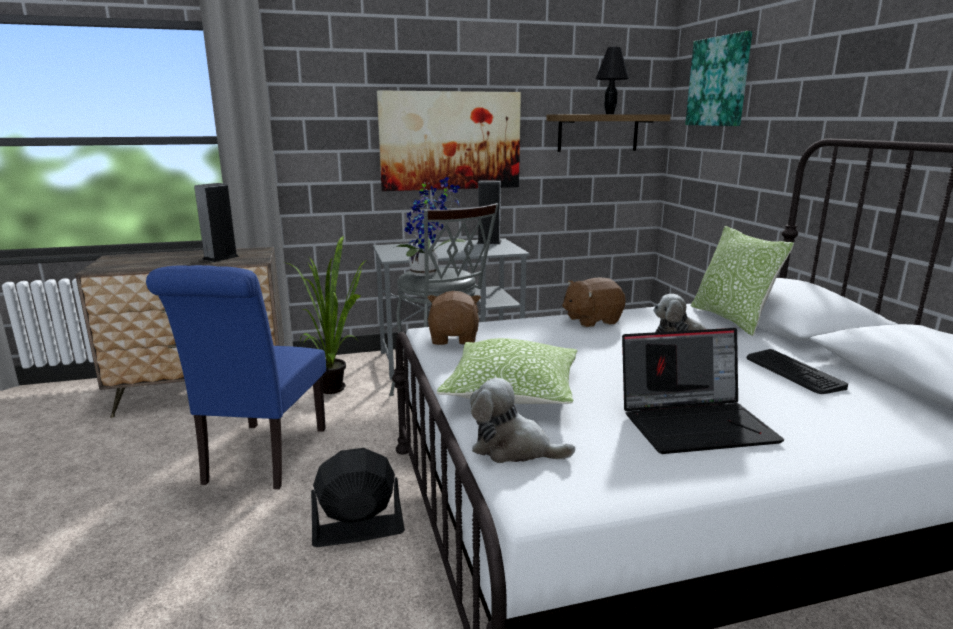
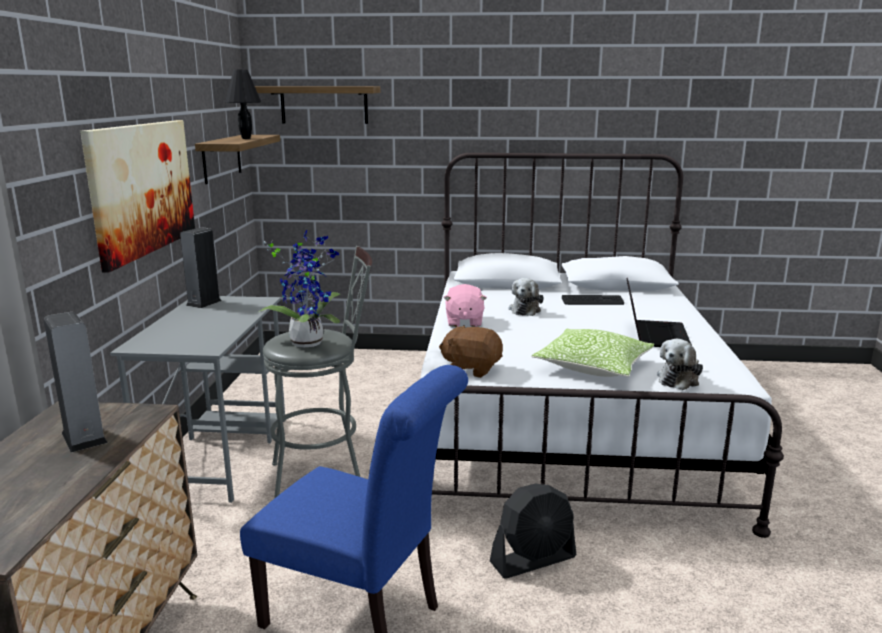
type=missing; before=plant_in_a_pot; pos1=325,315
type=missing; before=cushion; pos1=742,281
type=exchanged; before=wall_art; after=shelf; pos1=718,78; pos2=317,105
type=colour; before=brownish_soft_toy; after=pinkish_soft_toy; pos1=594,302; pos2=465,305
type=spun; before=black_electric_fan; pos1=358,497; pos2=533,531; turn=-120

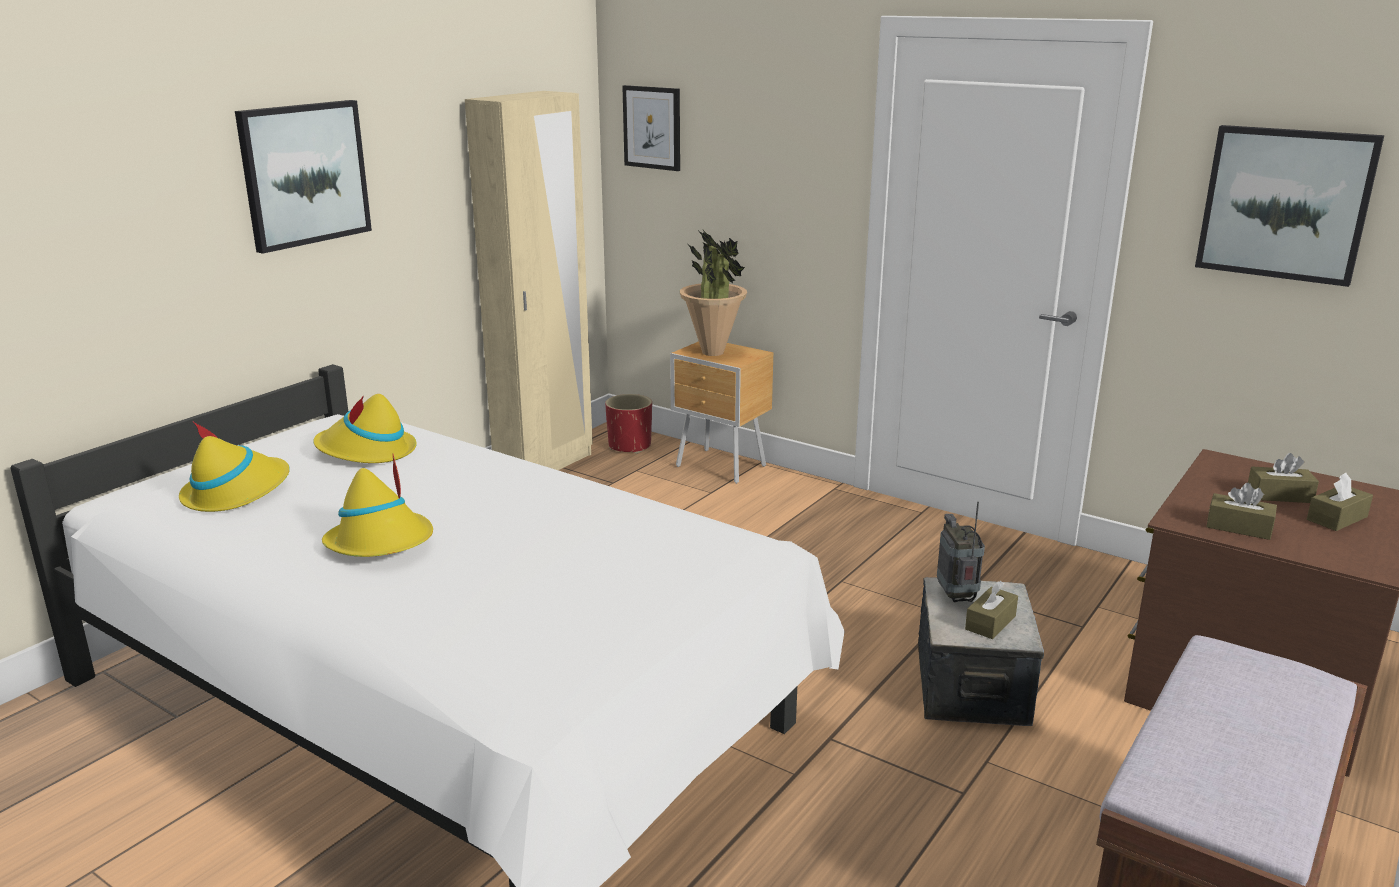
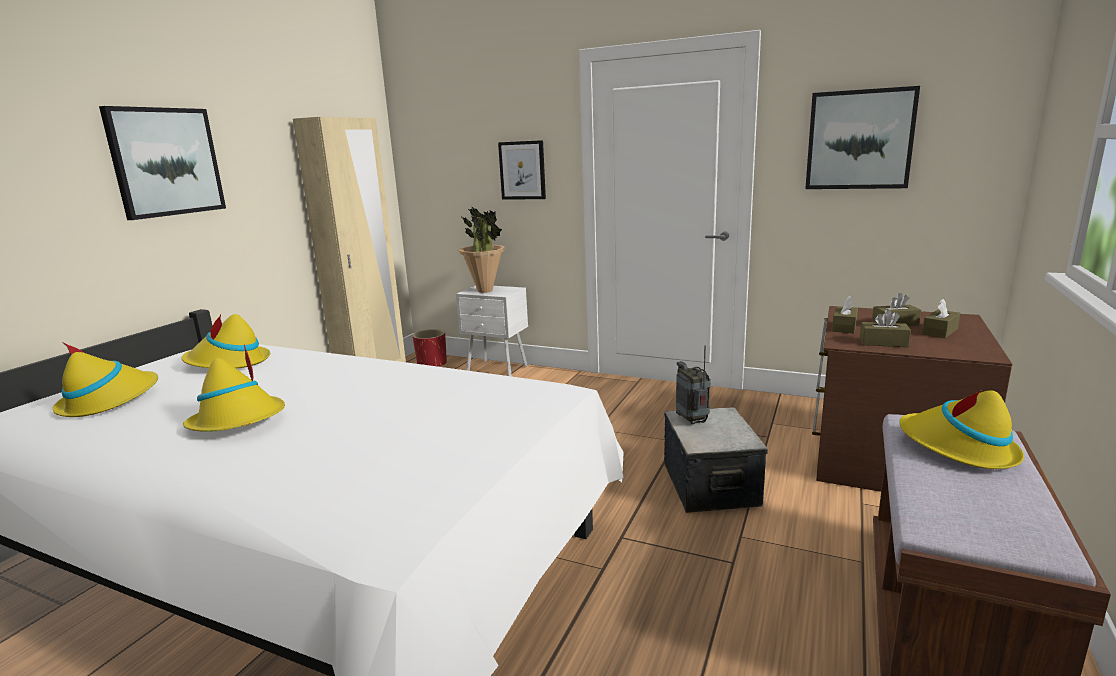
type=appeared; after=yellow_clothing_hat; pos2=961,429
type=relocated; before=wall_art; pos1=651,128; pos2=522,169
type=relocated; before=brownish_tissue_box; pos1=991,610; pos2=845,314
type=colour; before=brownish_night_table; after=whitish_night_table; pos1=722,412; pos2=492,331

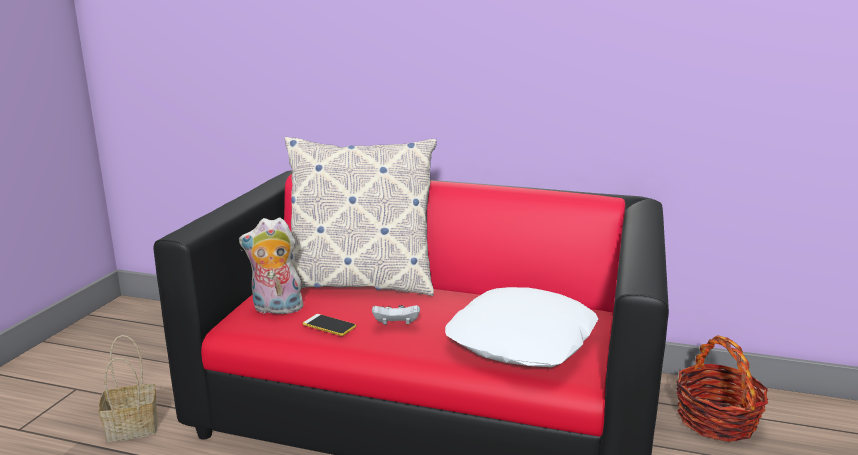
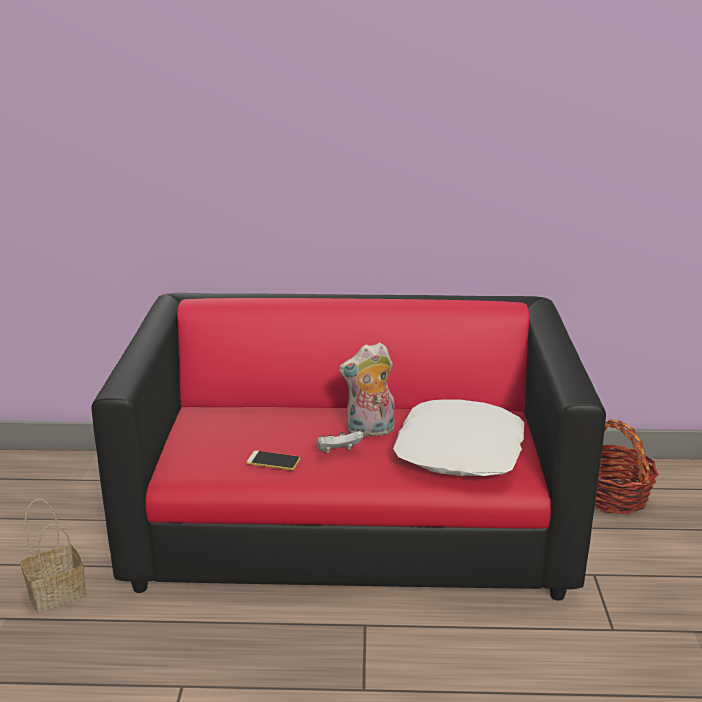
type=missing; before=cushion; pos1=361,216
type=relocated; before=soft_toy; pos1=271,265; pos2=366,389

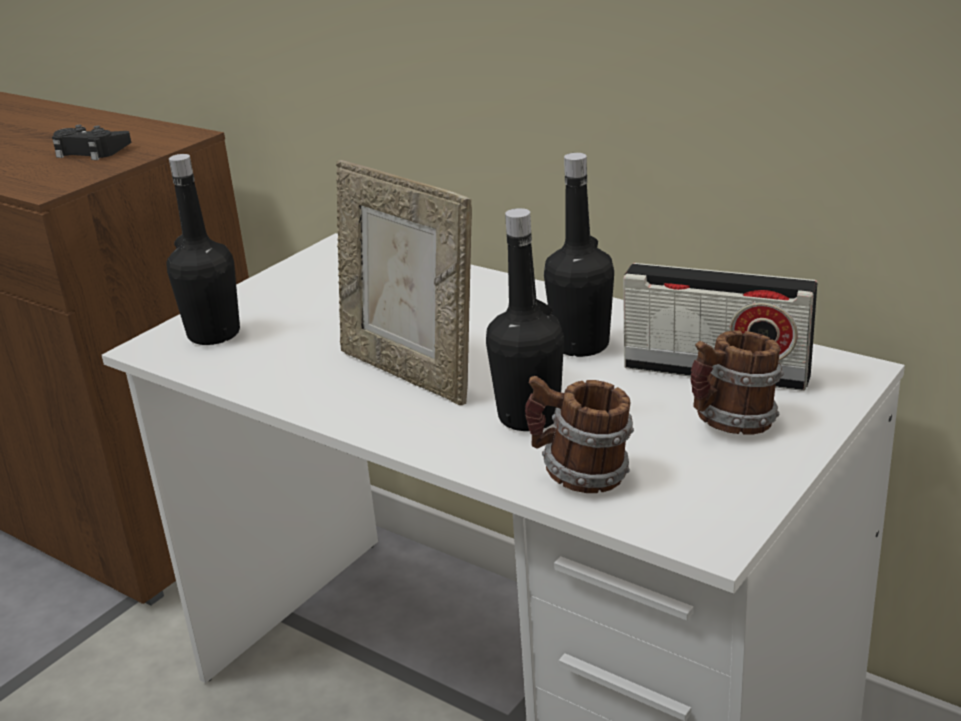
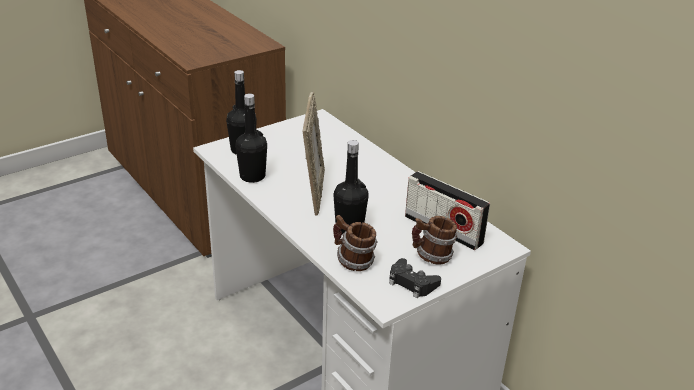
type=relocated; before=black_joypad; pos1=91,142; pos2=415,278
type=relocated; before=black_bottle; pos1=579,255; pos2=251,138
type=spun; before=photo_frame; pos1=404,282; pos2=314,154; turn=-150

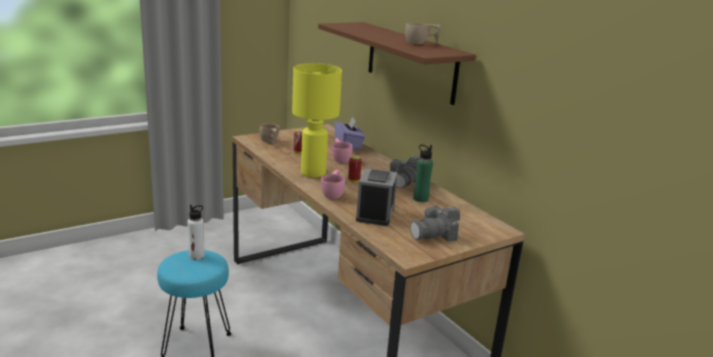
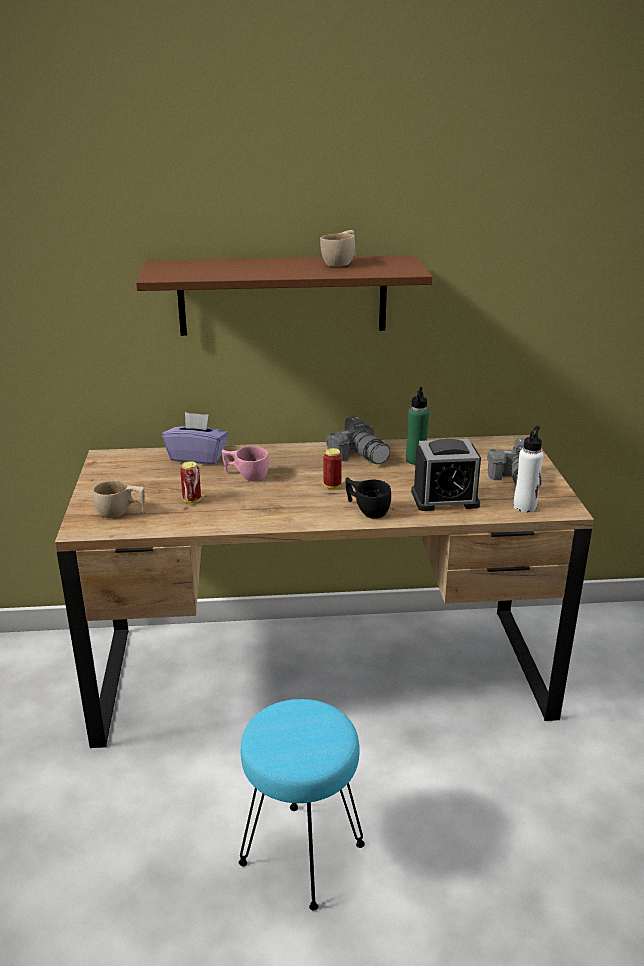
type=missing; before=yellow_tabletop_lamp; pos1=317,120
type=relocated; before=whitish_bottle; pos1=196,232; pos2=528,469
type=colour; before=pinkish_drinking_cup; after=black_drinking_cup; pos1=333,184; pos2=368,498
type=spun; before=table_clock; pos1=377,197; pos2=446,475; turn=135

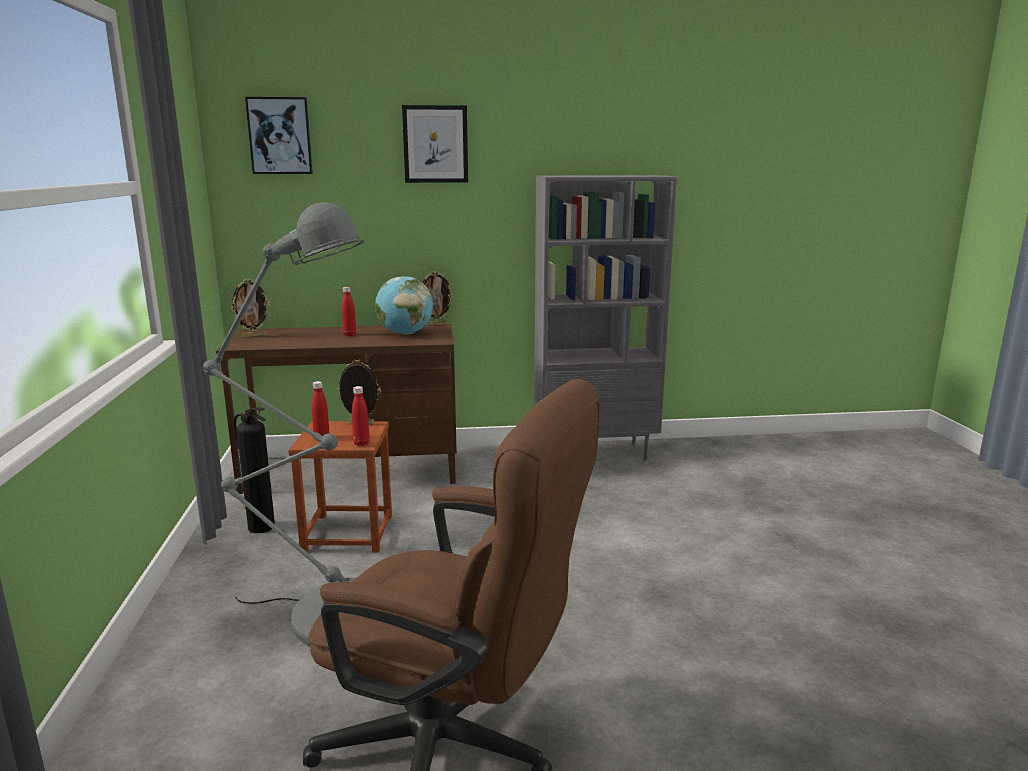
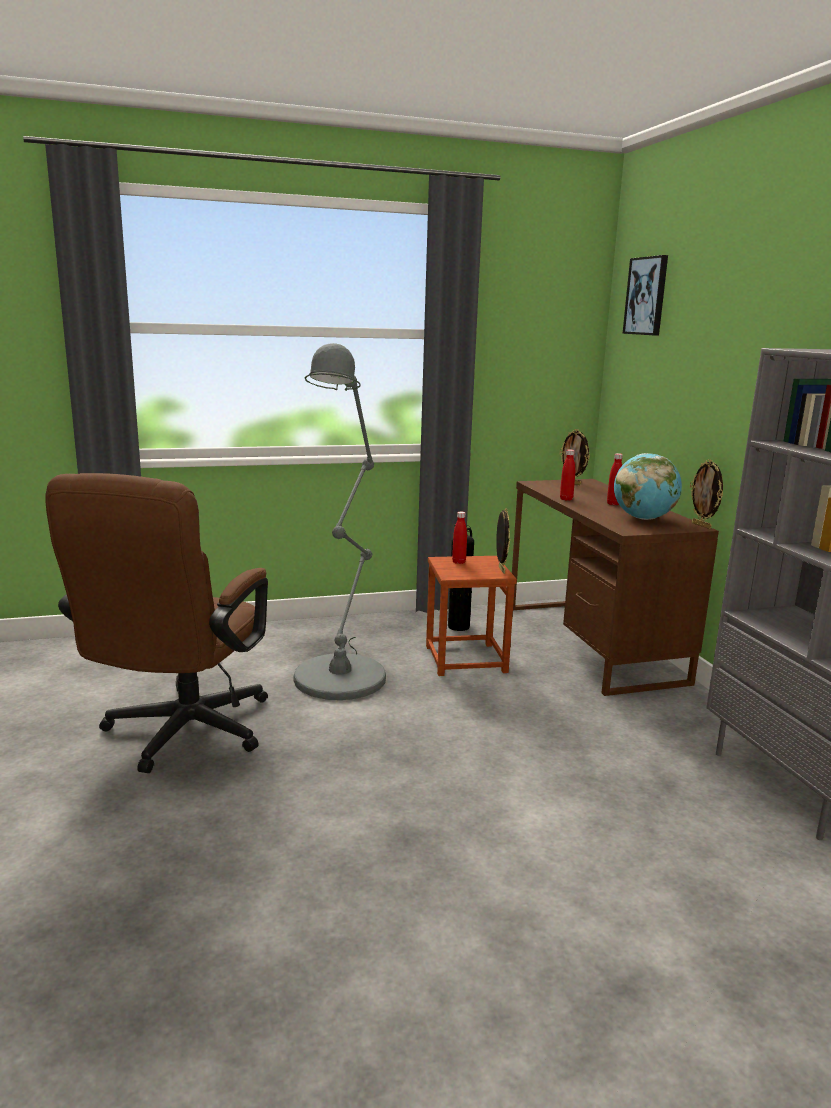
type=missing; before=wall_art; pos1=435,144
type=relocated; before=red_bottle; pos1=361,416; pos2=567,475

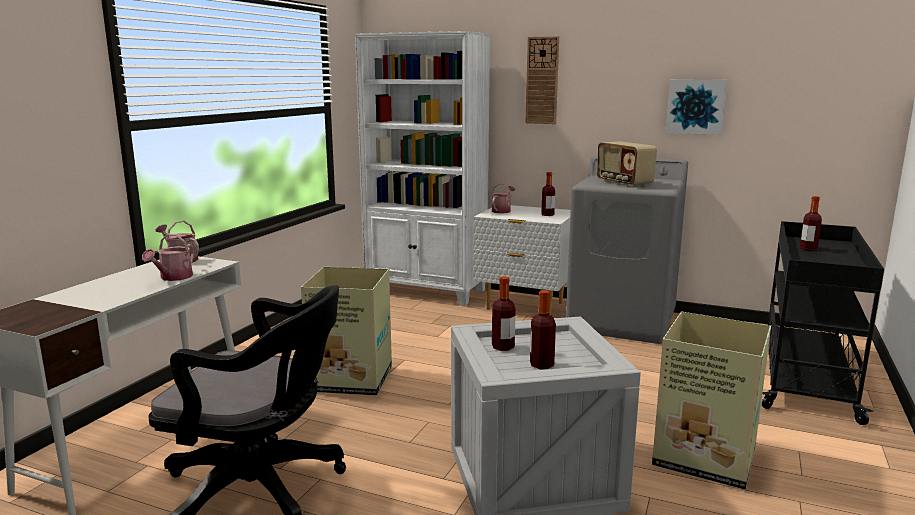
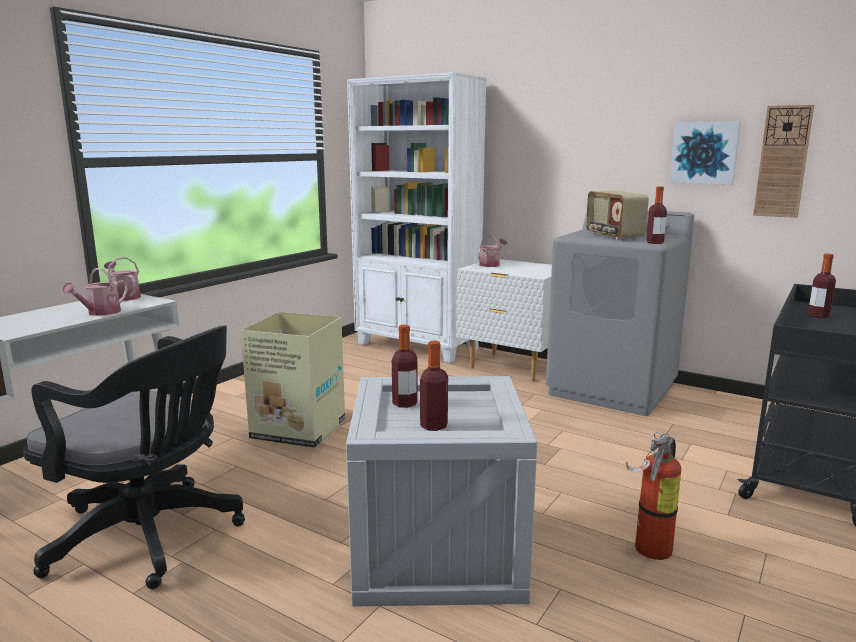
type=relocated; before=hanging_clock; pos1=542,80; pos2=783,161
type=relocated; before=bottle; pos1=548,194; pos2=656,215
type=exchanged; before=cardboard_box; after=fire_extinguisher; pos1=711,401; pos2=653,496

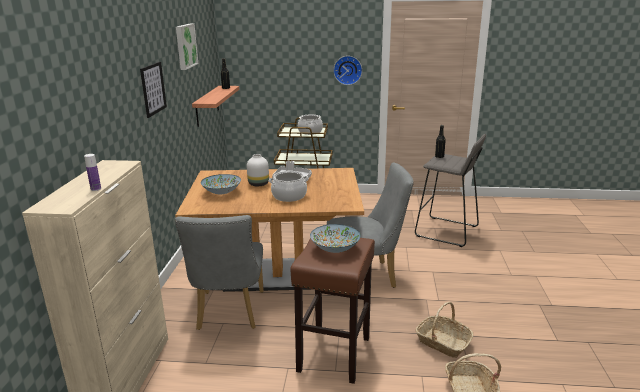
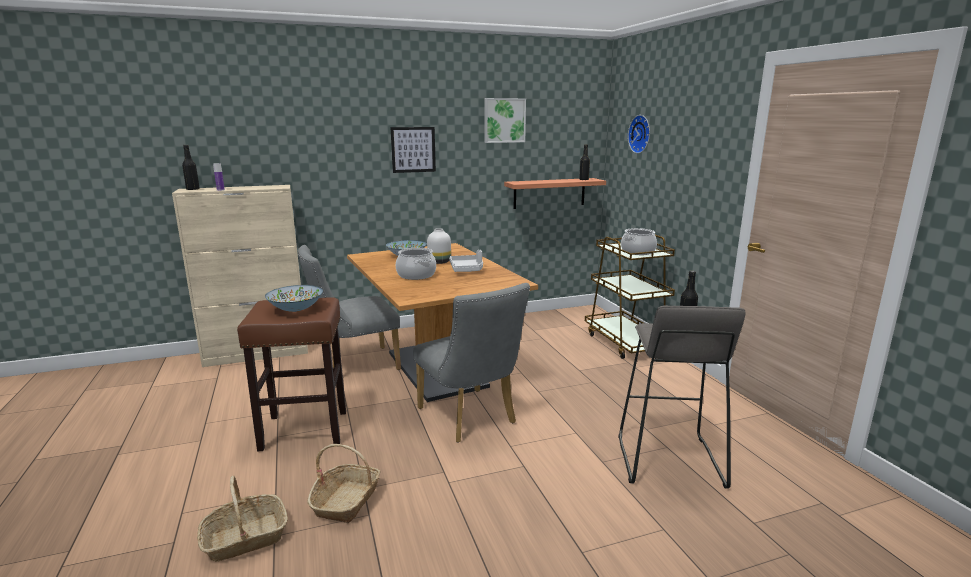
type=appeared; after=black_bottle; pos2=191,167
type=relocated; before=hanging_clock; pos1=347,70; pos2=639,134

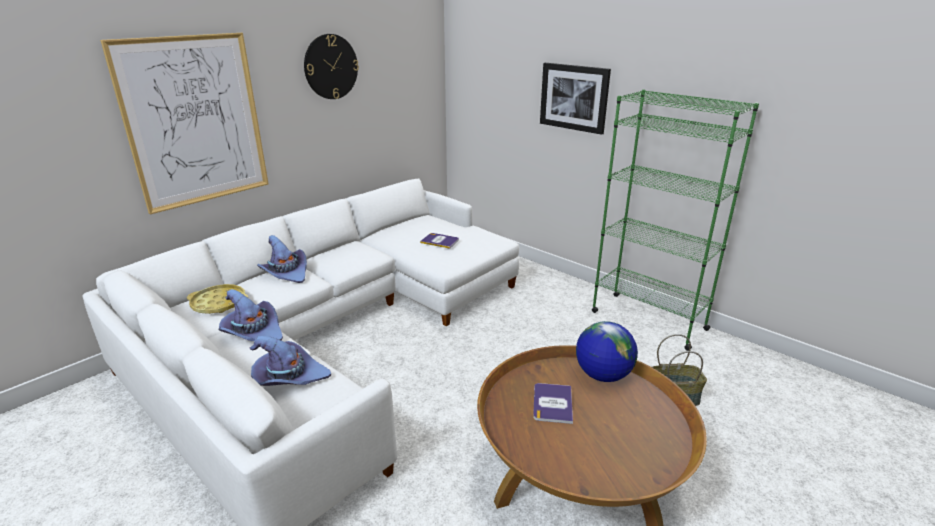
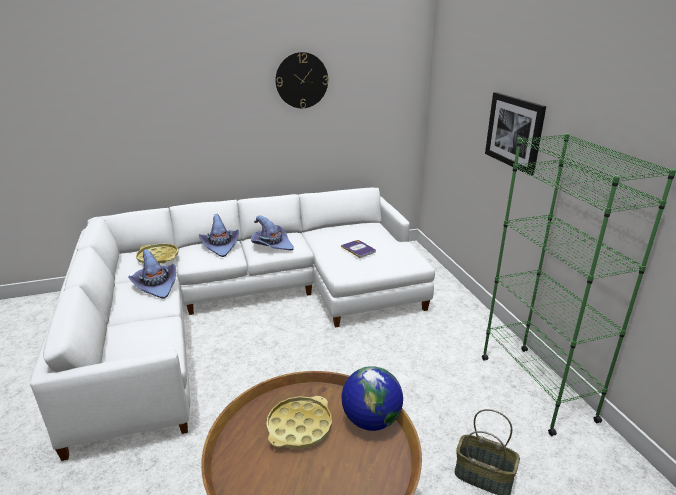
type=missing; before=wall_art; pos1=184,123
type=relocated; before=purplish_clothing_hat; pos1=290,361; pos2=272,233
type=exchanged; before=bound_book; after=yellow_tray; pos1=553,403; pos2=299,422

